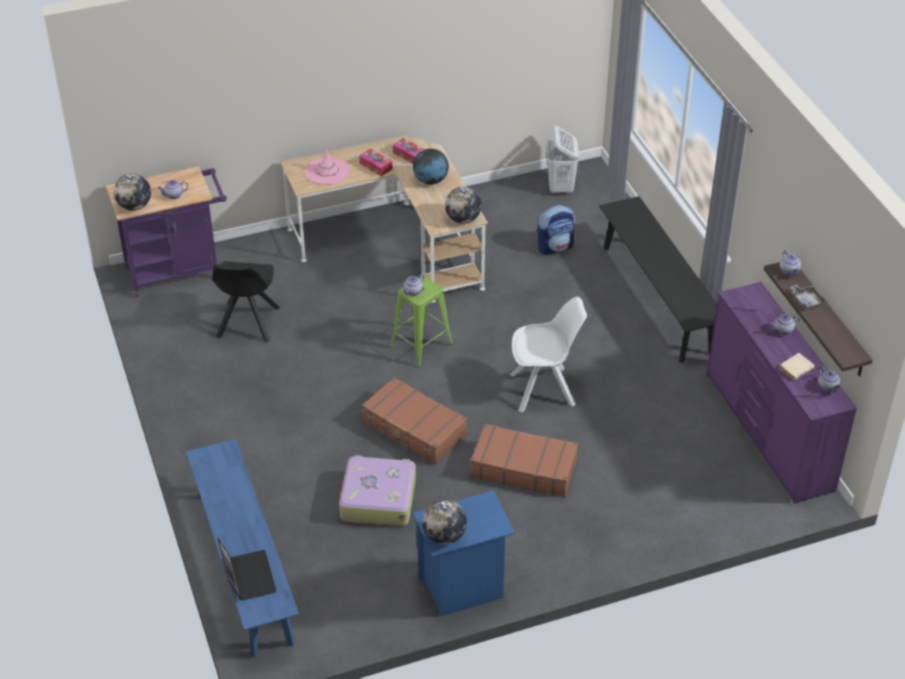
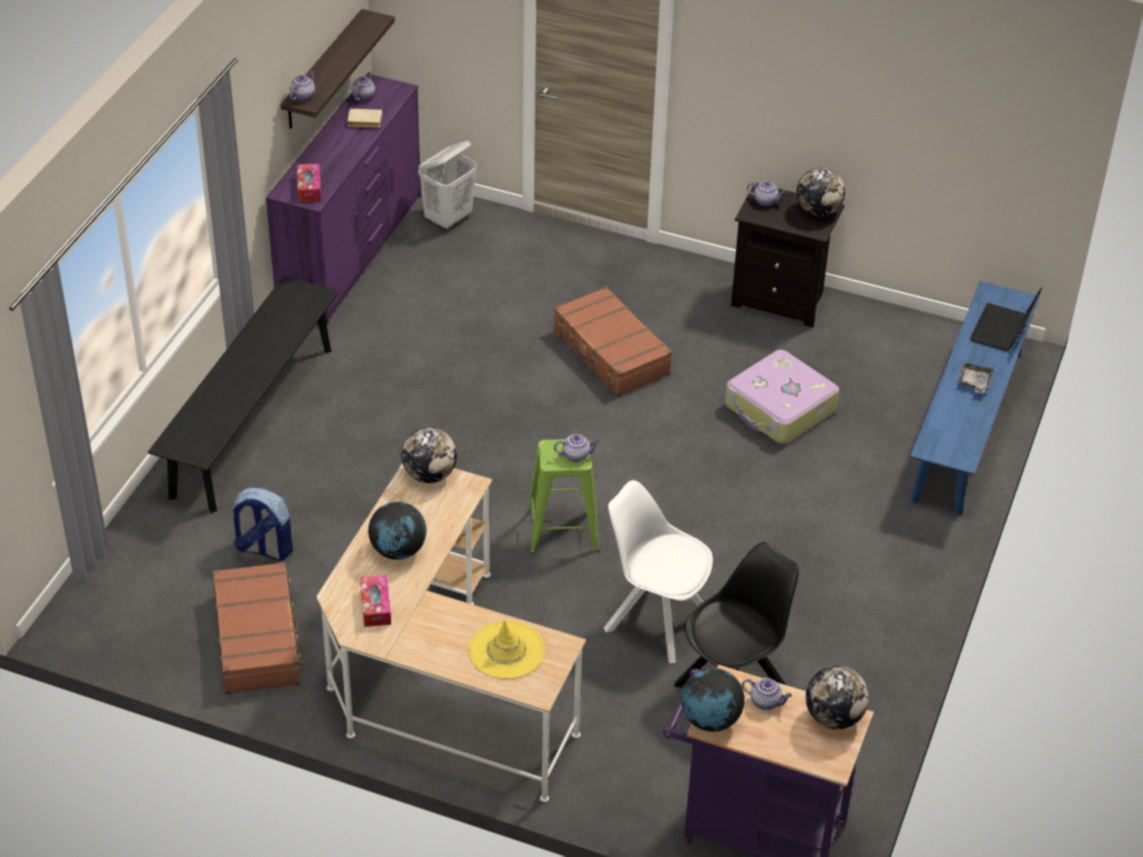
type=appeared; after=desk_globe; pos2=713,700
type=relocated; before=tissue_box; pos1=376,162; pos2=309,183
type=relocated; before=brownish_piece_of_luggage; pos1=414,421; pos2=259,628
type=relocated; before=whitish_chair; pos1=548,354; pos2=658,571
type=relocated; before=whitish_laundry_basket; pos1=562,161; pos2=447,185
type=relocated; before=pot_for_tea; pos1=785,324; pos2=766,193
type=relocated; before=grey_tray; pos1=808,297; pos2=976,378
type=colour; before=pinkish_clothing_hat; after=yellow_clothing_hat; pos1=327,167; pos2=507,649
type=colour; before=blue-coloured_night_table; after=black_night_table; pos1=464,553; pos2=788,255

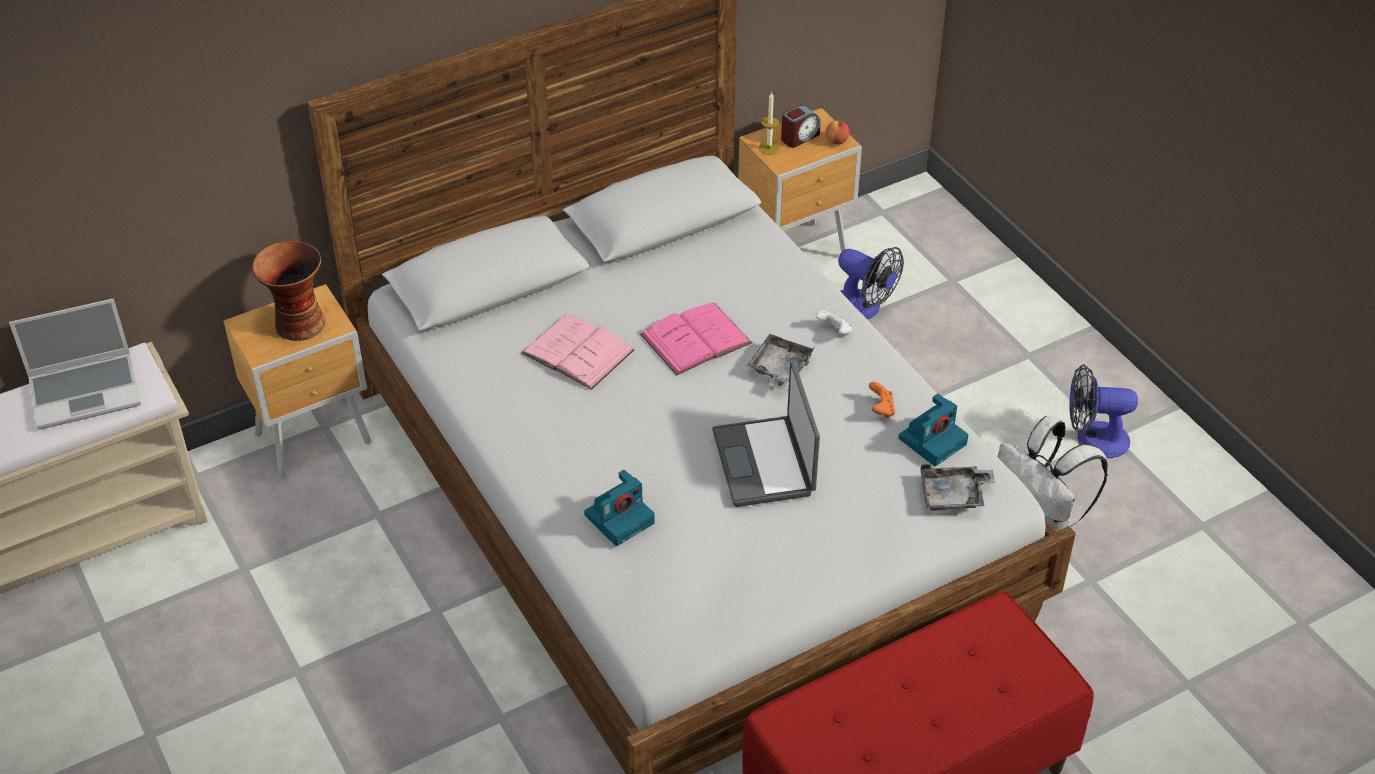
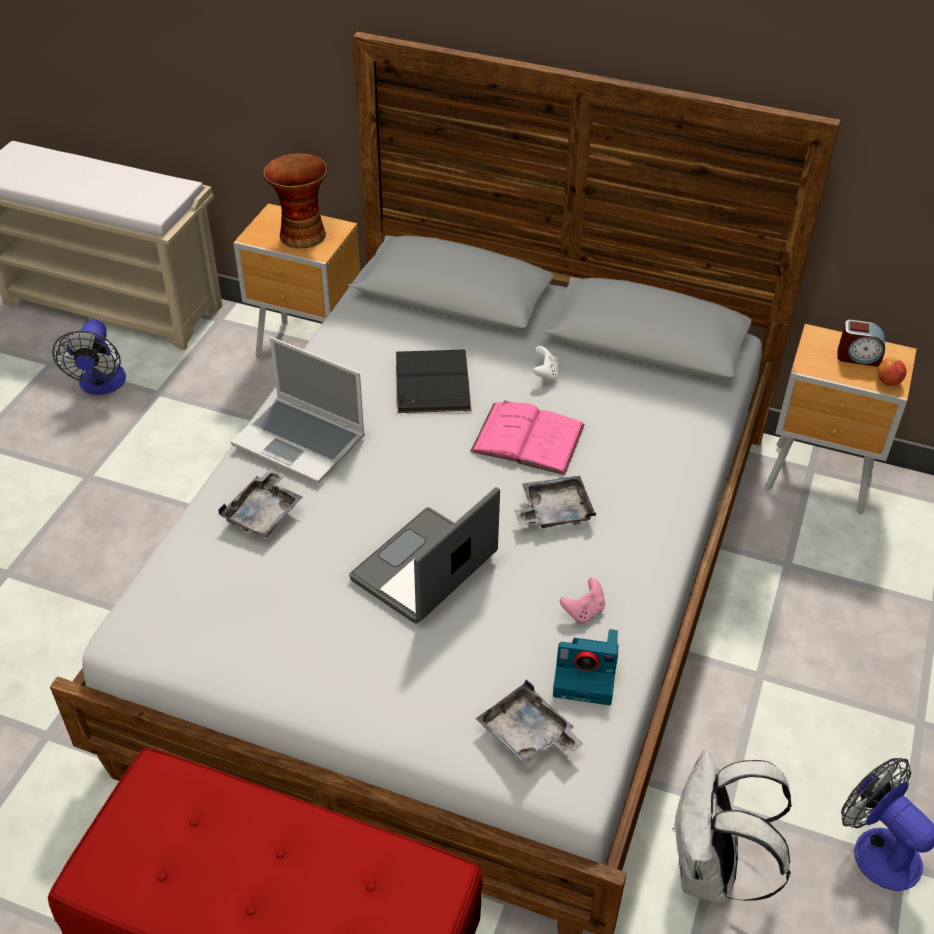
type=missing; before=wax_light; pos1=769,123
type=relocated; before=portable_computer; pos1=75,364; pos2=298,410
type=relocated; before=whitish_joypad; pos1=834,323; pos2=546,364
type=relocated; before=electric_fan; pos1=871,283; pos2=89,357
type=exchanged; before=photo_camera; after=grey_tray; pos1=619,508; pos2=260,502
type=colour; before=pinkish_bound_book; after=black_bound_book; pos1=577,352; pos2=433,381
type=colour; before=orange-coloured_joypad; after=pinkish_joypad; pos1=882,400; pos2=582,600

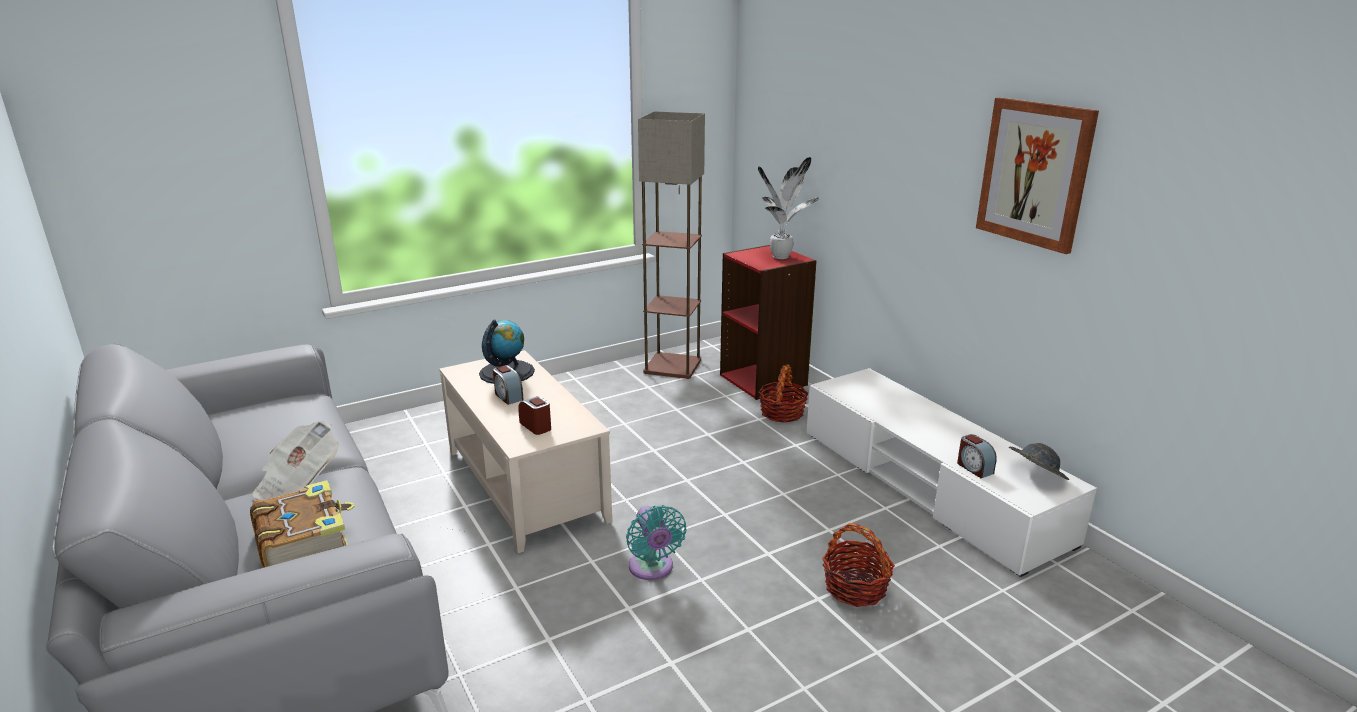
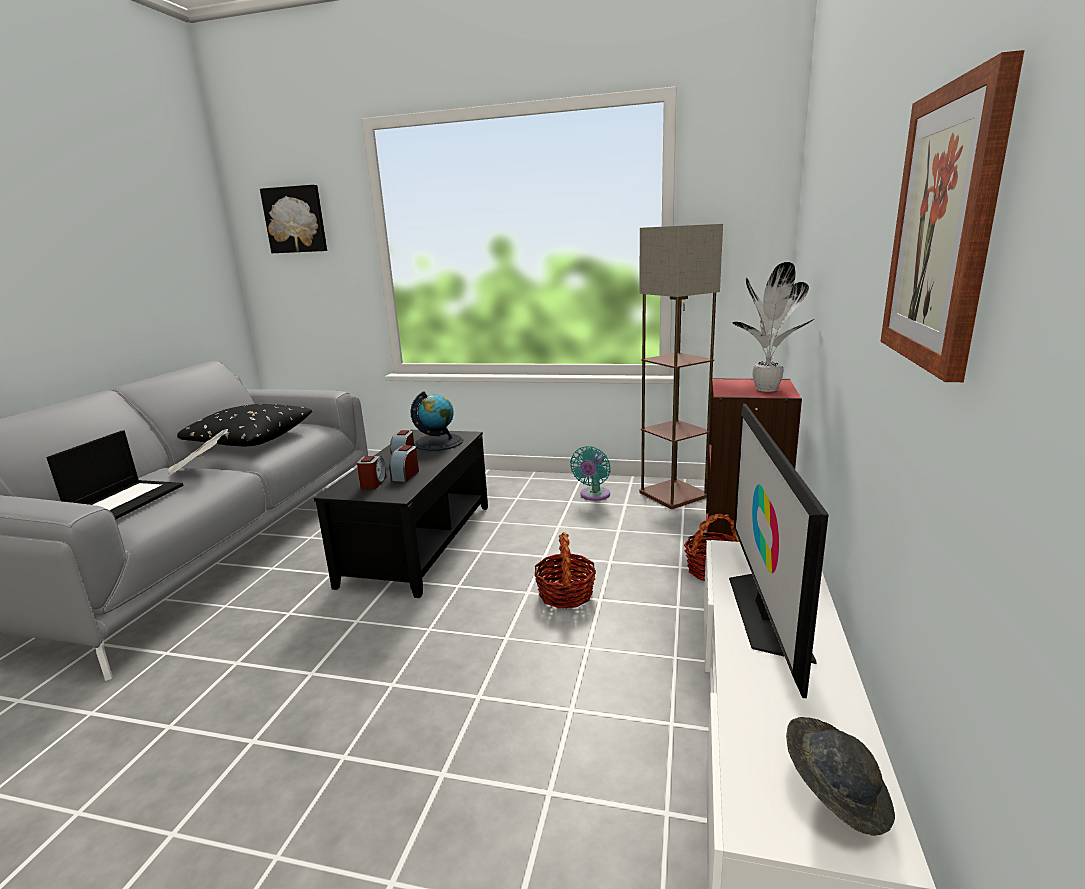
type=appeared; after=black_cushion; pos2=244,425
type=appeared; after=wall_art; pos2=293,219
type=appeared; after=TV_set; pos2=779,551
type=relocated; before=turquoise-coloured_electric_fan; pos1=656,542; pos2=590,473
type=relocated; before=storage_basket; pos1=858,565; pos2=565,570
type=relocated; before=table_clock; pos1=977,456; pos2=404,463
type=exchanged; before=bound_book; after=portable_computer; pos1=302,523; pos2=114,475
type=colour; before=beige_low_table; after=black_low_table; pos1=525,451; pos2=401,514

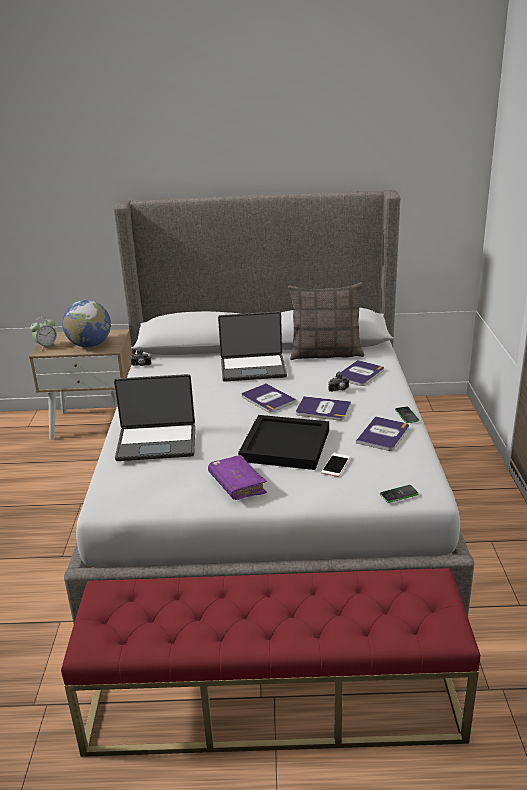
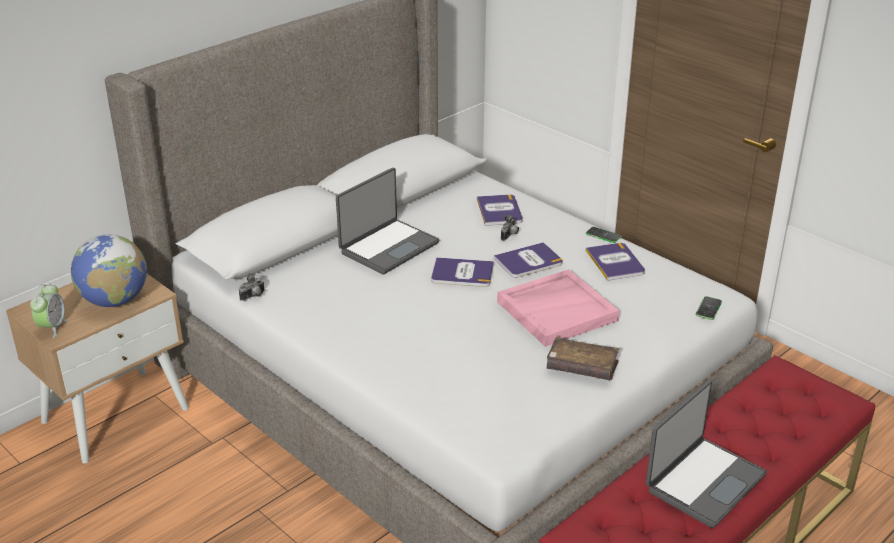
type=missing; before=cushion; pos1=326,321
type=missing; before=telephone; pos1=336,465
type=relocated; before=portable_computer; pos1=154,417; pos2=706,454
type=colour; before=purplish_bound_book; after=brownish_bound_book; pos1=237,477; pos2=583,358
type=colour; before=black_tray; after=pinkish_tray; pos1=283,442; pos2=558,308

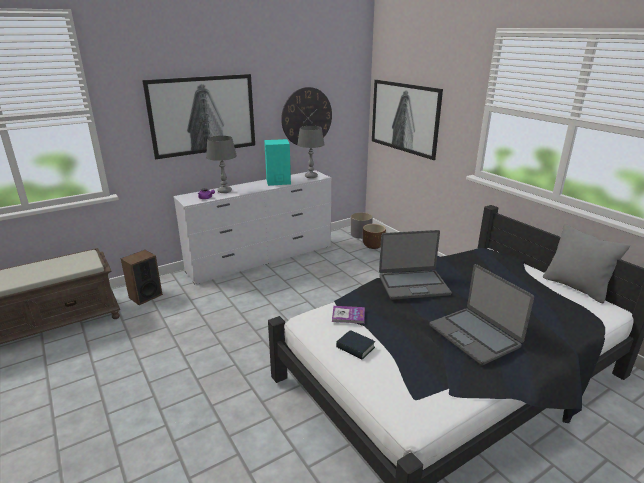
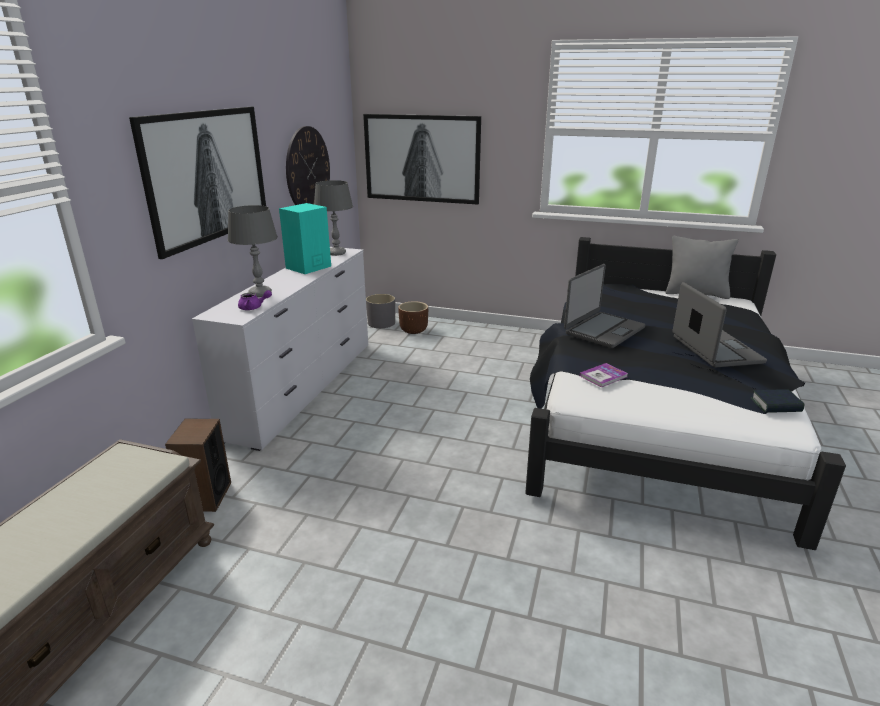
type=relocated; before=bound_book; pos1=355,345; pos2=777,401
type=spun; before=portable_computer; pos1=482,314; pos2=719,325; turn=-120

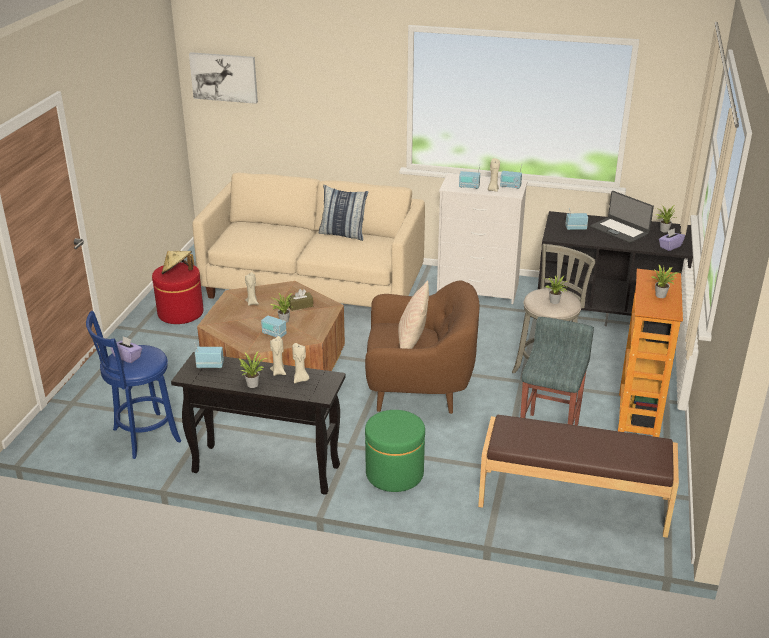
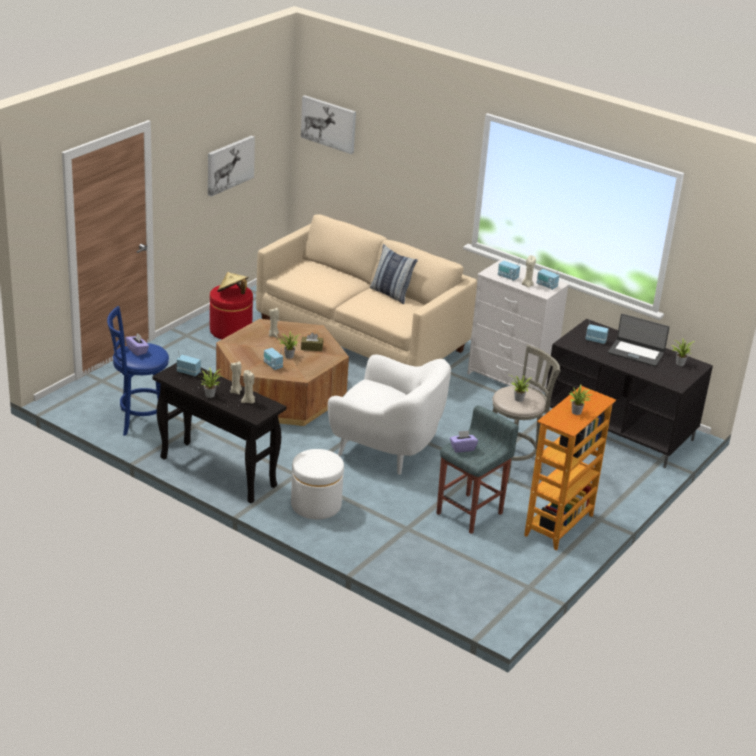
type=missing; before=beige_cushion; pos1=413,314
type=missing; before=brownish_long_seat; pos1=578,476
type=appeared; after=wall_art; pos2=231,166
type=relocated; before=purplish_tissue_box; pos1=672,239; pos2=464,442
type=colour; before=brownish_easy_chair; after=whitish_easy_chair; pos1=422,347; pos2=389,415
type=colour; before=greenish_footrest; after=whitish_footrest; pos1=395,451; pos2=317,484
type=spun; before=portable_computer; pos1=622,217; pos2=638,340; turn=-45

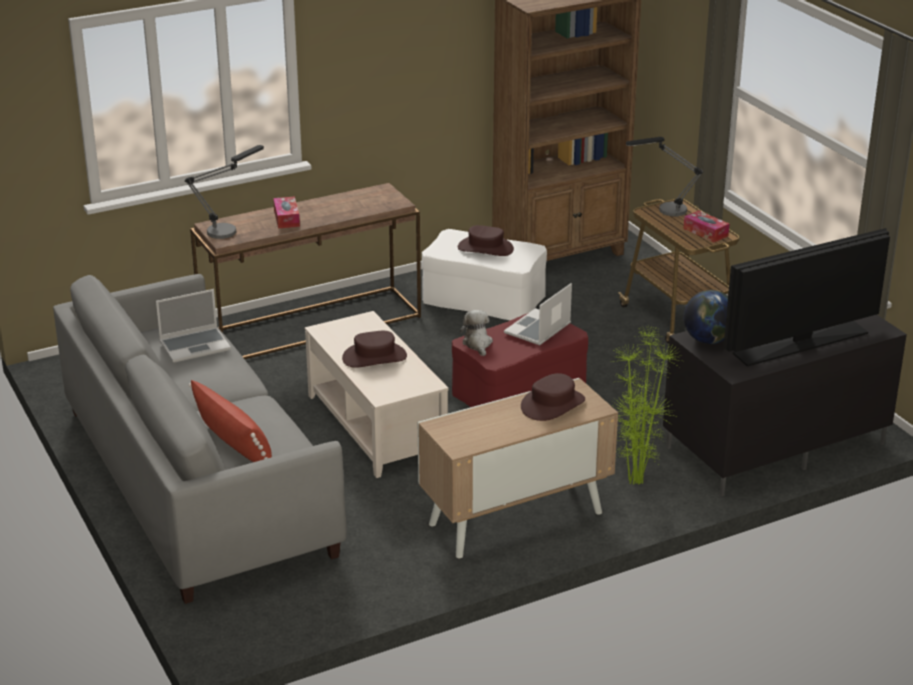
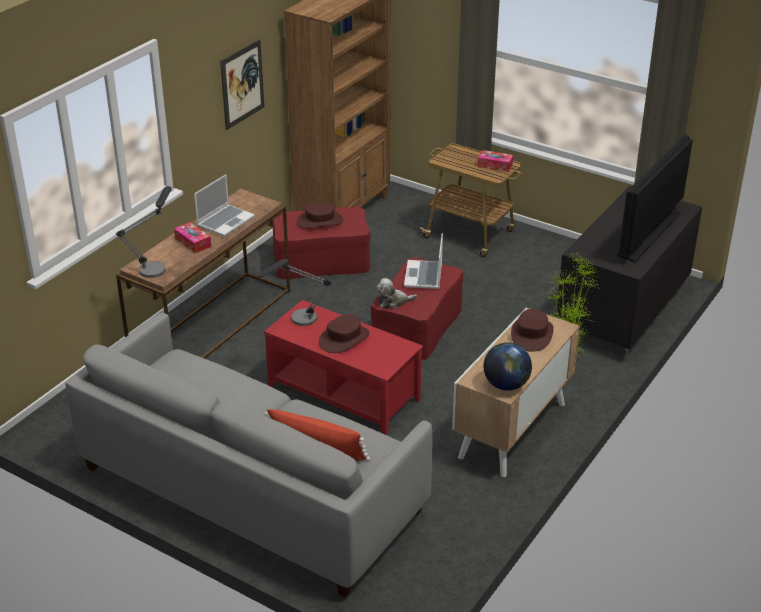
type=appeared; after=wall_art; pos2=242,84
type=relocated; before=portable_computer; pos1=193,326; pos2=224,205
type=relocated; before=tabletop_lamp; pos1=664,176; pos2=295,292
type=relocated; before=desk_globe; pos1=706,317; pos2=508,366
type=colour; before=beige_low_table; after=red_low_table; pos1=377,394; pos2=343,367
type=colour; before=whitish_footrest; after=red_footrest; pos1=484,274; pos2=321,243
type=spun; before=soft_toy; pos1=476,333; pos2=396,293; turn=-60

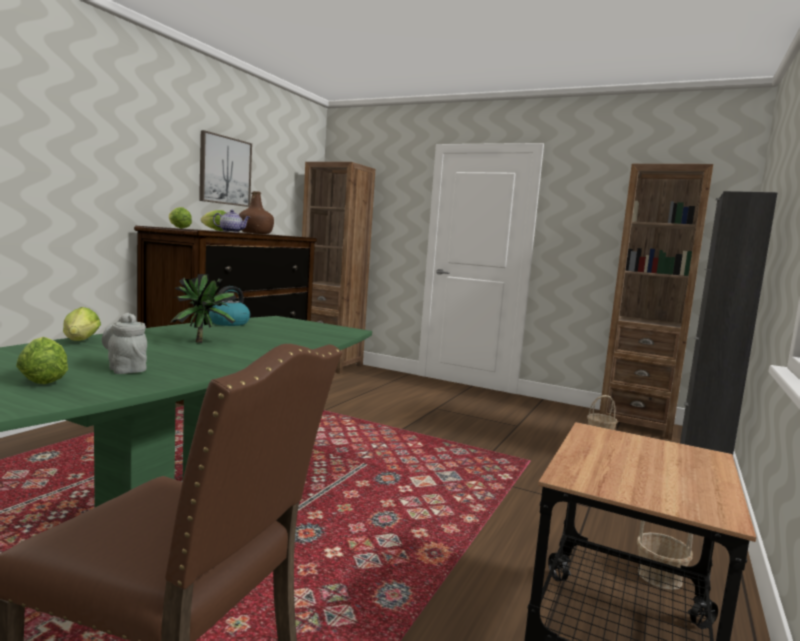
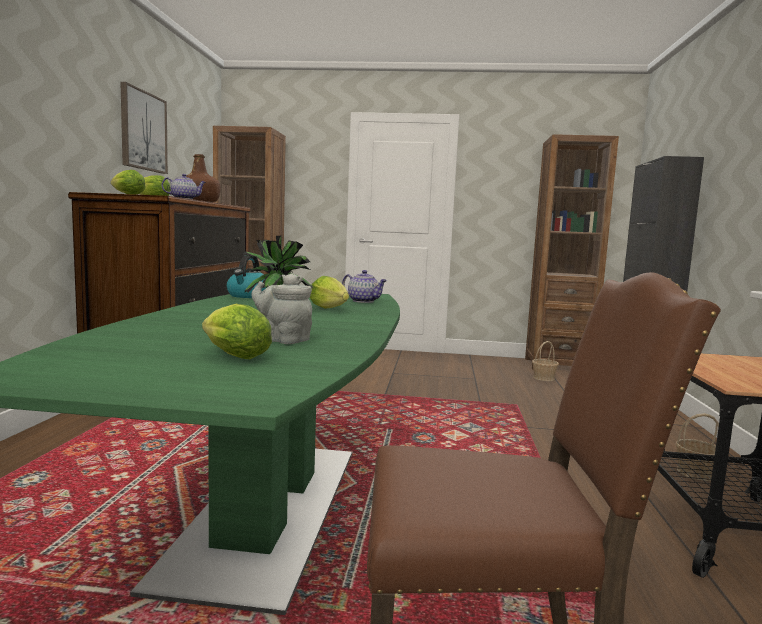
type=appeared; after=pot_for_tea; pos2=364,286
type=relocated; before=lettuce_head; pos1=82,324; pos2=329,292

